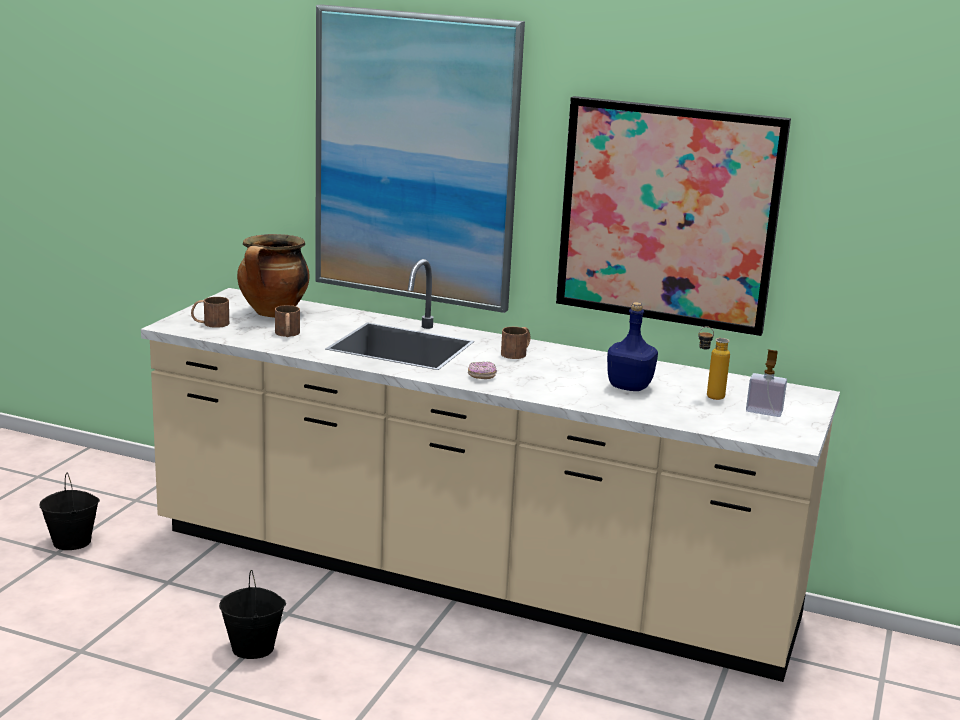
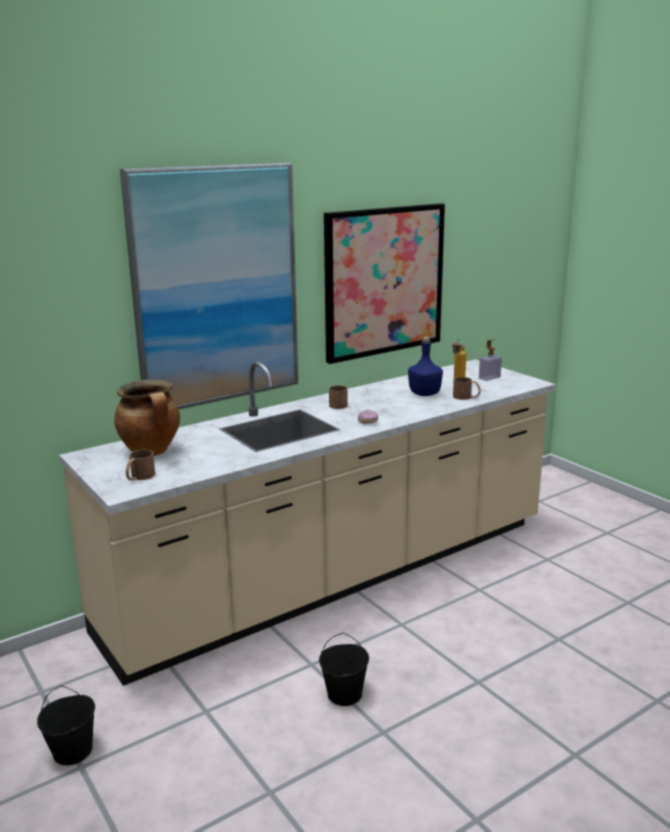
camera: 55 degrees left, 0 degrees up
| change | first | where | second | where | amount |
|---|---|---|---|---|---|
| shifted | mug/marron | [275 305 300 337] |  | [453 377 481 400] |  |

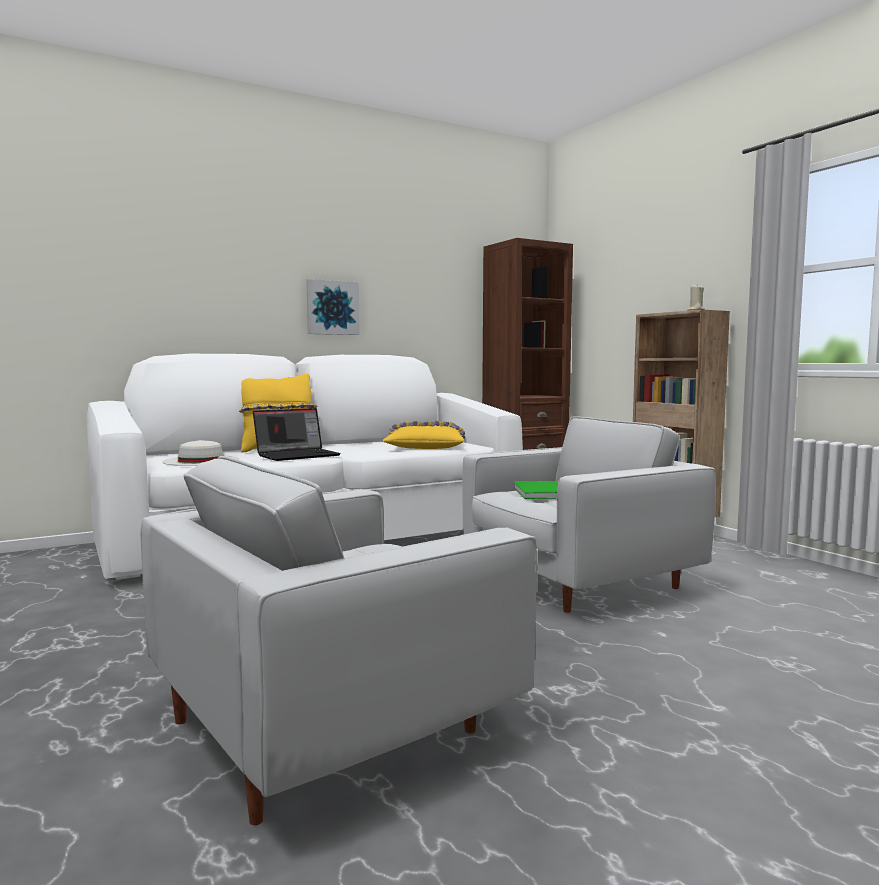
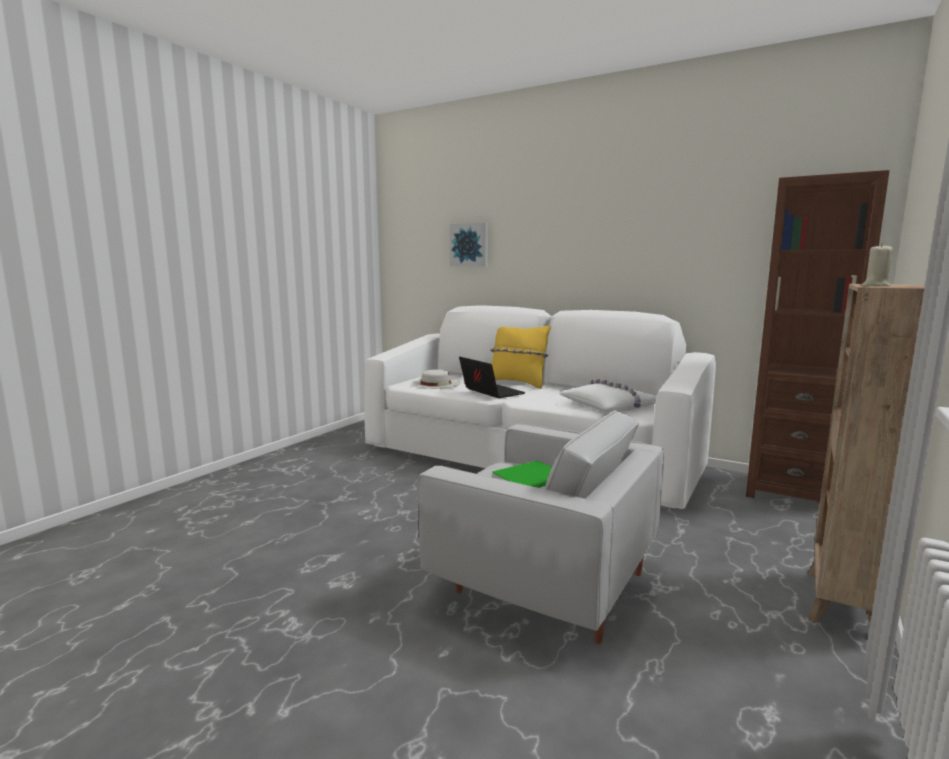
camera: 60 degrees right, 5 degrees up
| change | first | where | second | where | amount |
|---|---|---|---|---|---|
| gone | fauteuil/blanc | [140 456 537 825] |  |  |  |
| shifted | tableau | [307 279 360 335] |  | [449 222 488 266] |  |
| repainted | coussin/jaune | [382 421 465 449] | coussin/blanc | [559 379 657 412] |  |
| rotated | ordinateur portable | [253 408 341 461] |  | [459 357 525 398] | 150 degrees counterclockwise |

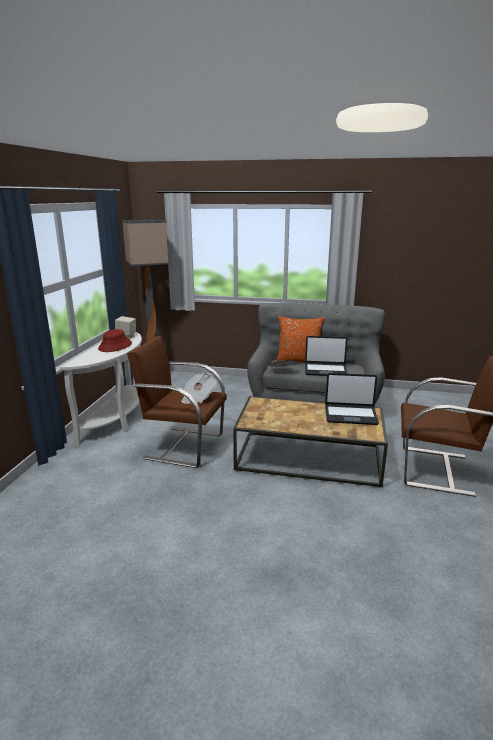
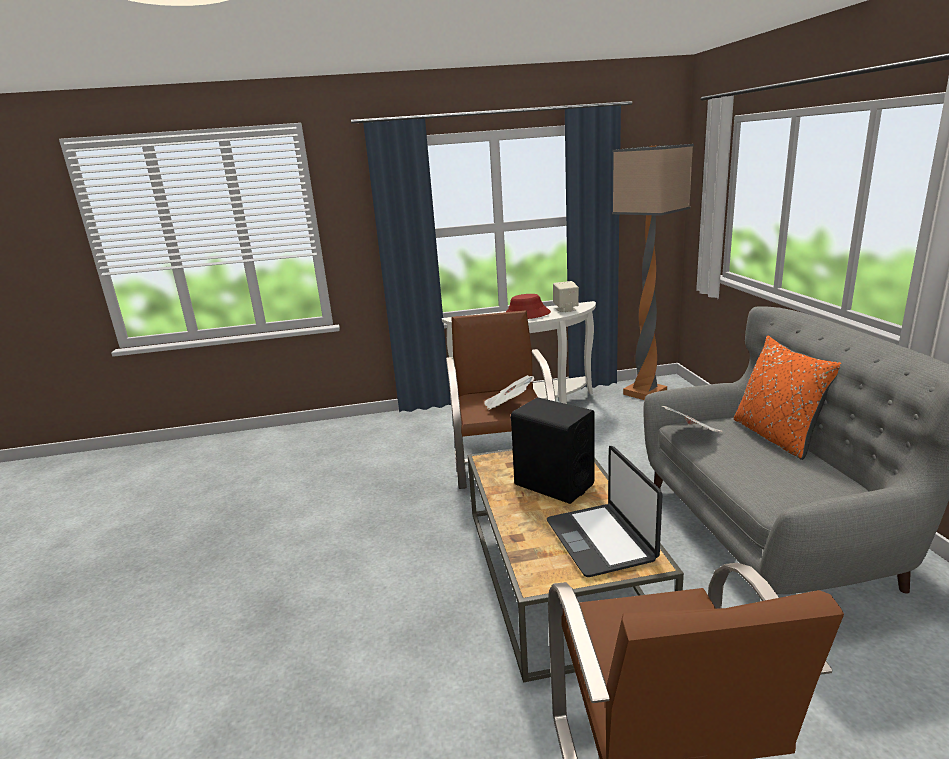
camera: 70 degrees right, 0 degrees up
| change | first | where | second | where | amount |
|---|---|---|---|---|---|
| gone | ordinateur portable | [305 336 347 376] |  |  |  |
| new |  |  | enceinte/noir | [510 397 595 504] |  |

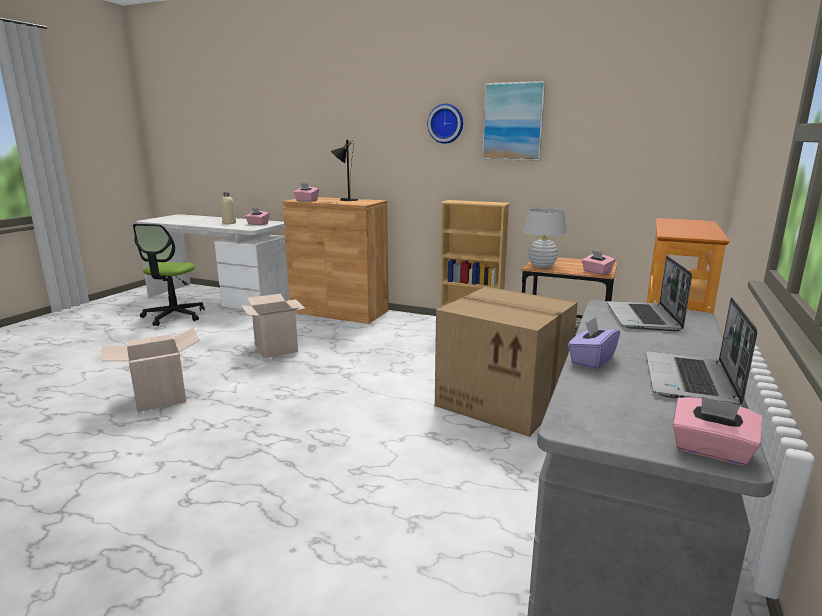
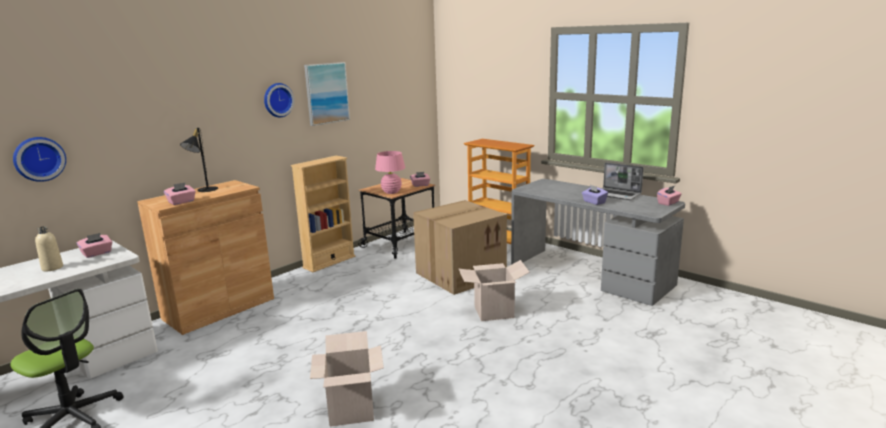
camera: 70 degrees left, 0 degrees up
| change | first | where | second | where | amount |
|---|---|---|---|---|---|
| gone | ordinateur portable | [607 256 692 331] |  |  |  |
| new |  |  | horloge murale | [13 137 66 182] |  |
| shifted | carton | [241 294 305 358] |  | [459 260 530 321] |  |
| repainted | lampe de table/blanc | [523 208 567 268] | lampe de table/rose | [375 151 405 194] |  |

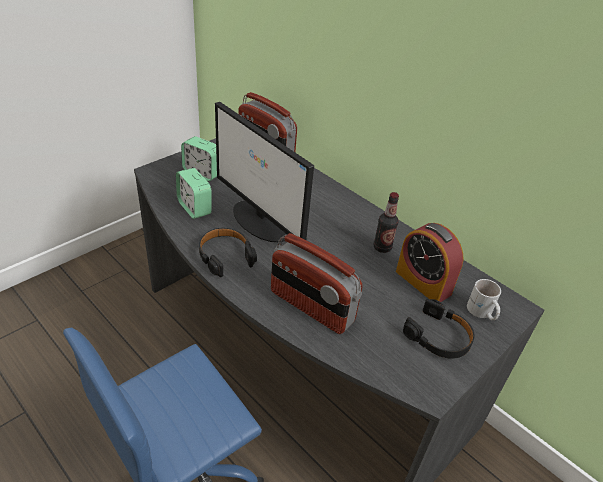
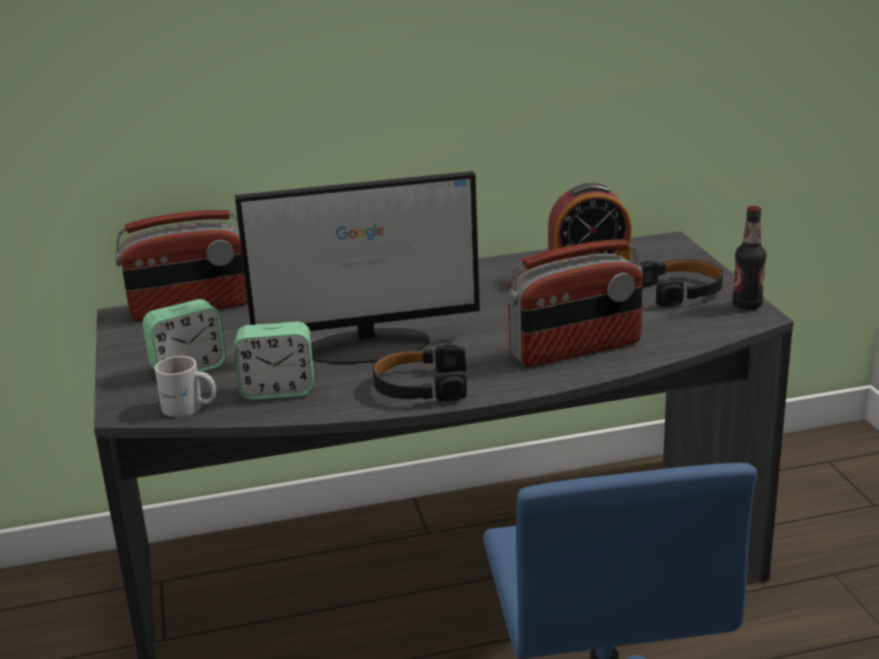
camera: 55 degrees left, 15 degrees down
| change | first | where | second | where | amount |
|---|---|---|---|---|---|
| shifted | bouteille | [373 192 399 253] |  | [732 206 767 309] |  |
| shifted | mug/blanc | [467 279 501 320] |  | [155 356 216 417] |  |

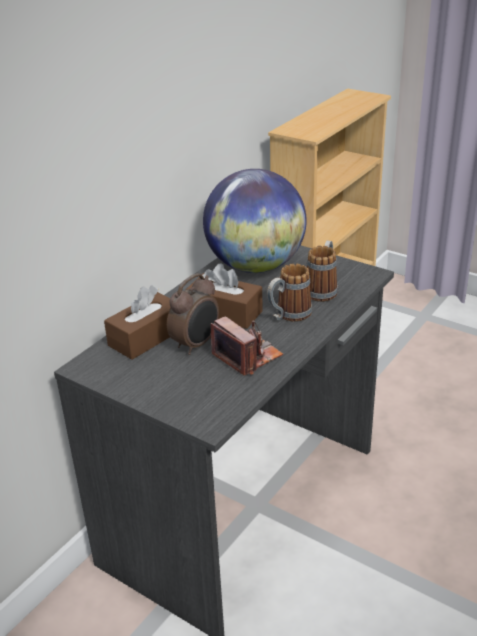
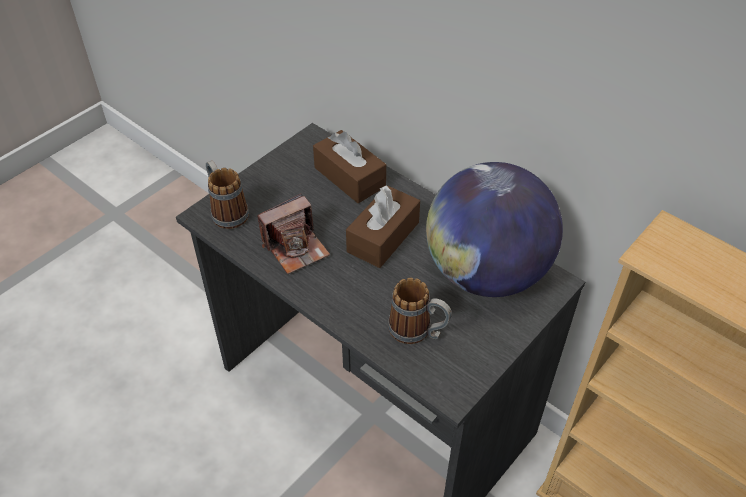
camera: 95 degrees right, 15 degrees up
| change | first | where | second | where | amount |
|---|---|---|---|---|---|
| gone | réveil | [167 273 219 355] |  |  |  |
| shifted | mug | [267 264 312 322] |  | [206 160 249 229] |  |

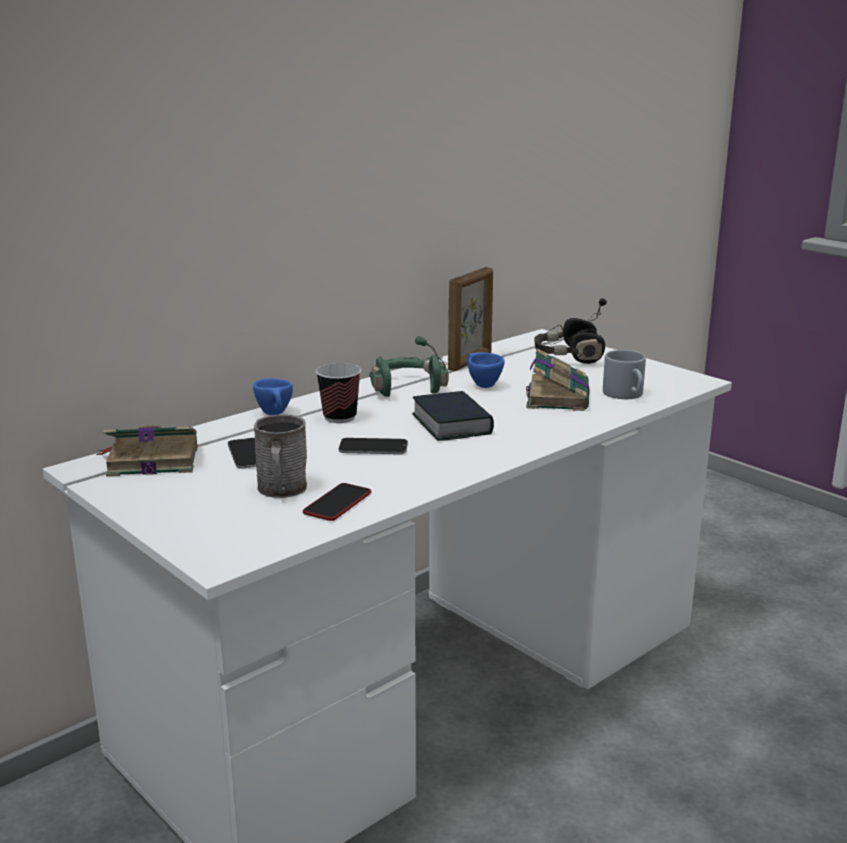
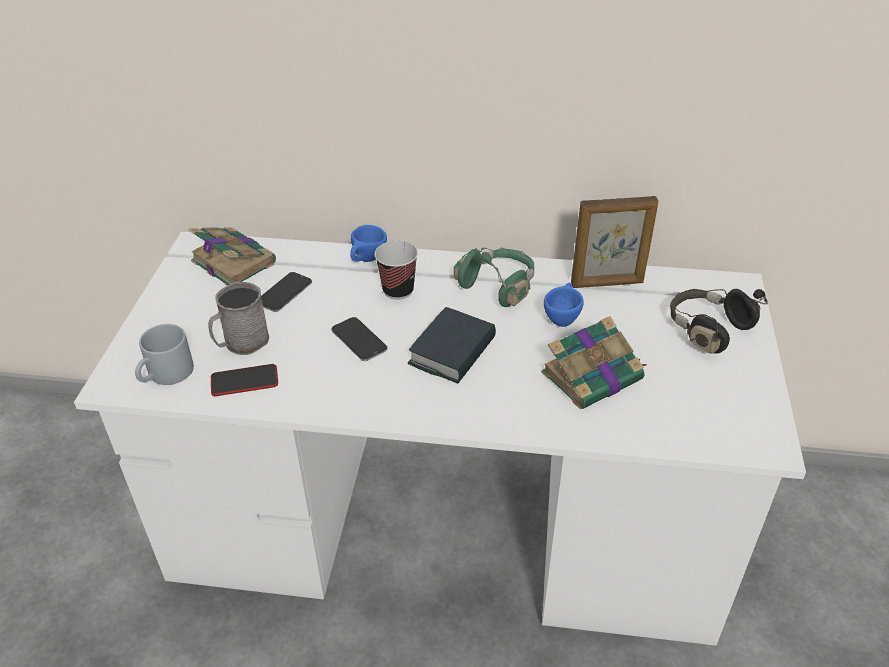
camera: 50 degrees right, 20 degrees up
| change | first | where | second | where | amount |
|---|---|---|---|---|---|
| shifted | mug/gris | [603 350 646 399] |  | [135 324 194 385] |  |

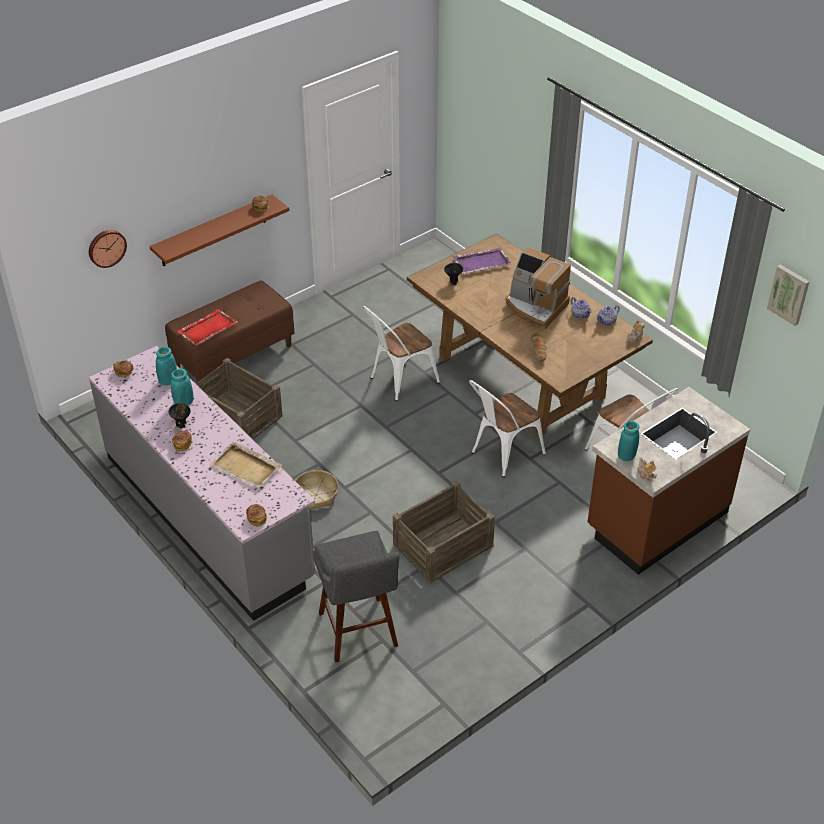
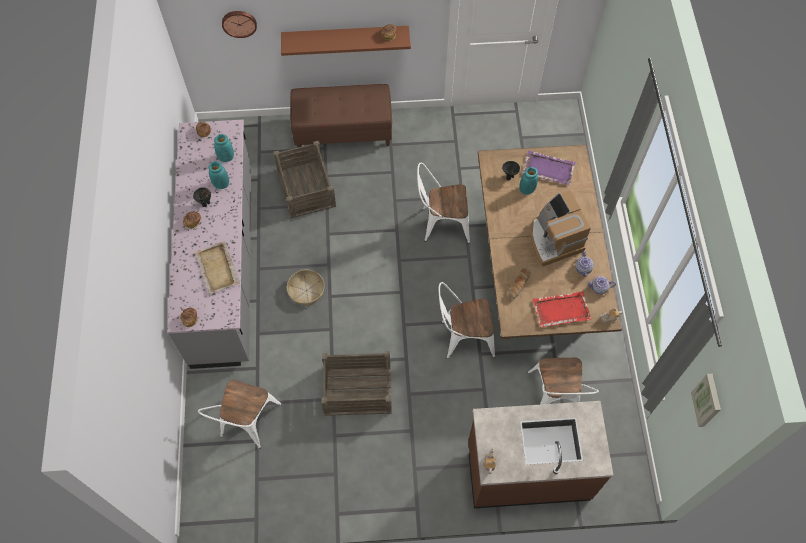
camera: 35 degrees right, 20 degrees up
| change | first | where | second | where | amount |
|---|---|---|---|---|---|
| shifted | plateau/rouge | [177 309 238 346] |  | [533 291 591 328] |  |
| shifted | vase/turquoise | [618 421 639 461] |  | [519 167 538 195] |  |
| swapped | tabouret/gris | [313 531 399 663] | chaise/blanc | [198 380 282 449] |  |

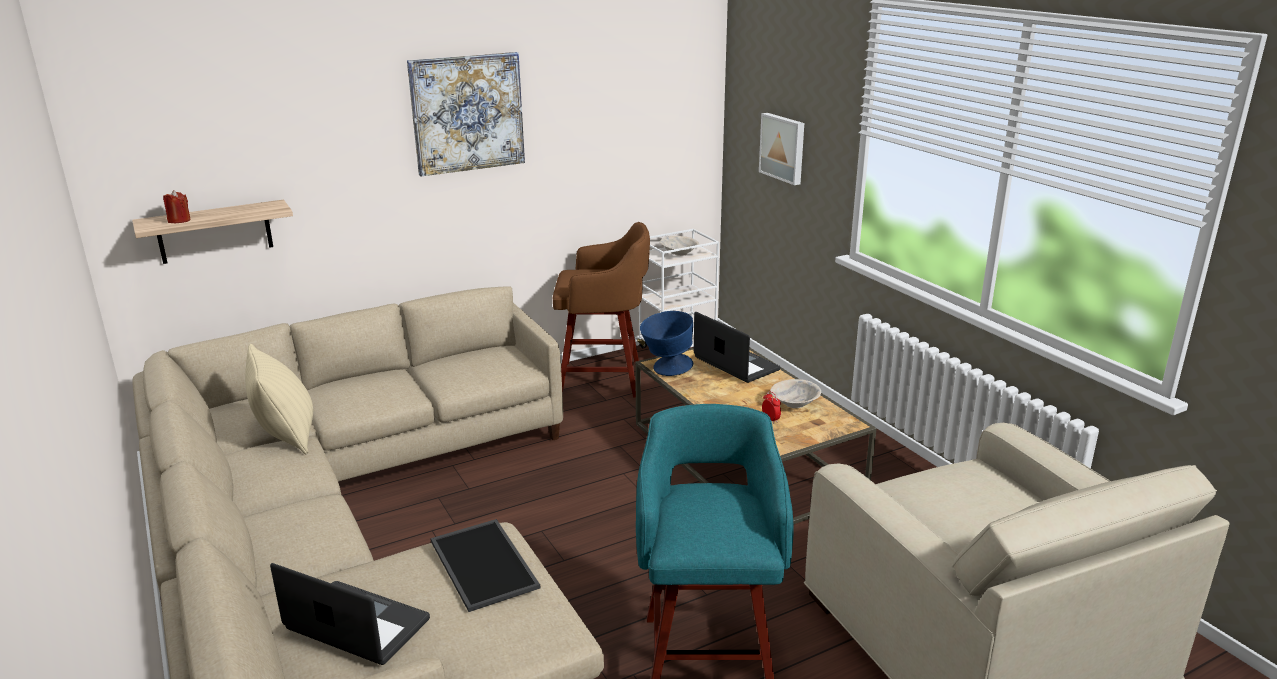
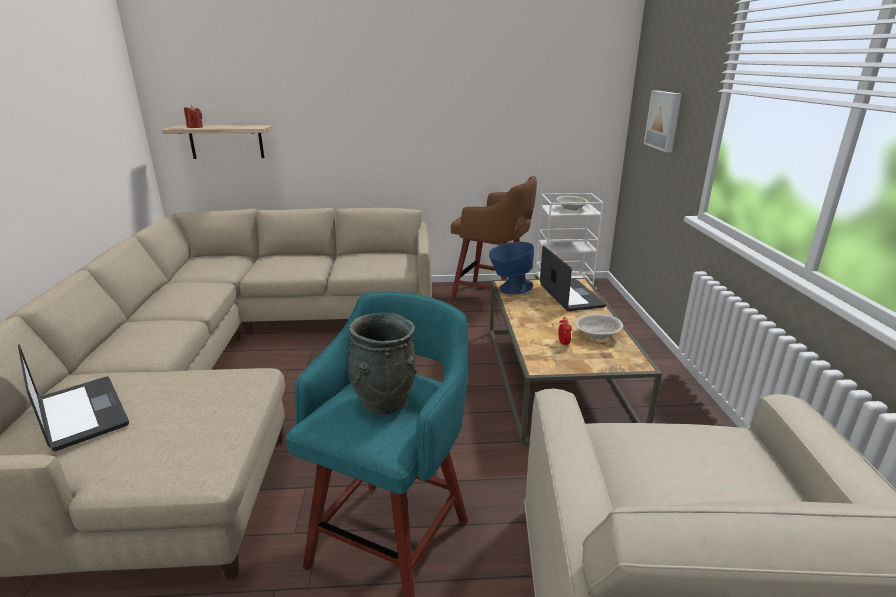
camera: 25 degrees right, 0 degrees up
| change | first | where | second | where | amount |
|---|---|---|---|---|---|
| gone | coussin/beige | [245 344 313 455] |  |  |  |
| gone | tableau | [407 52 525 176] |  |  |  |
| gone | plateau | [430 519 540 612] |  |  |  |
| new |  |  | vase/gris | [349 313 417 415] |  |

